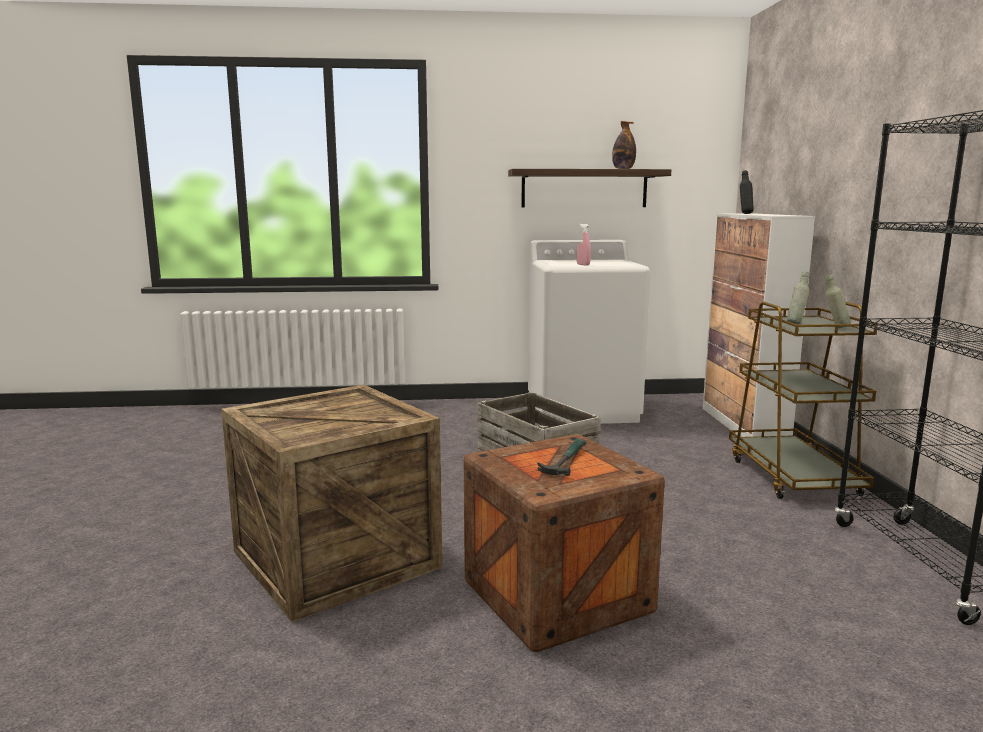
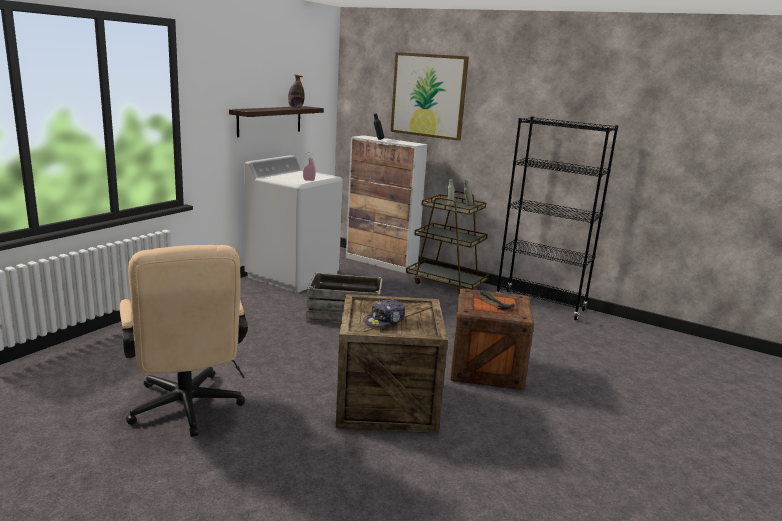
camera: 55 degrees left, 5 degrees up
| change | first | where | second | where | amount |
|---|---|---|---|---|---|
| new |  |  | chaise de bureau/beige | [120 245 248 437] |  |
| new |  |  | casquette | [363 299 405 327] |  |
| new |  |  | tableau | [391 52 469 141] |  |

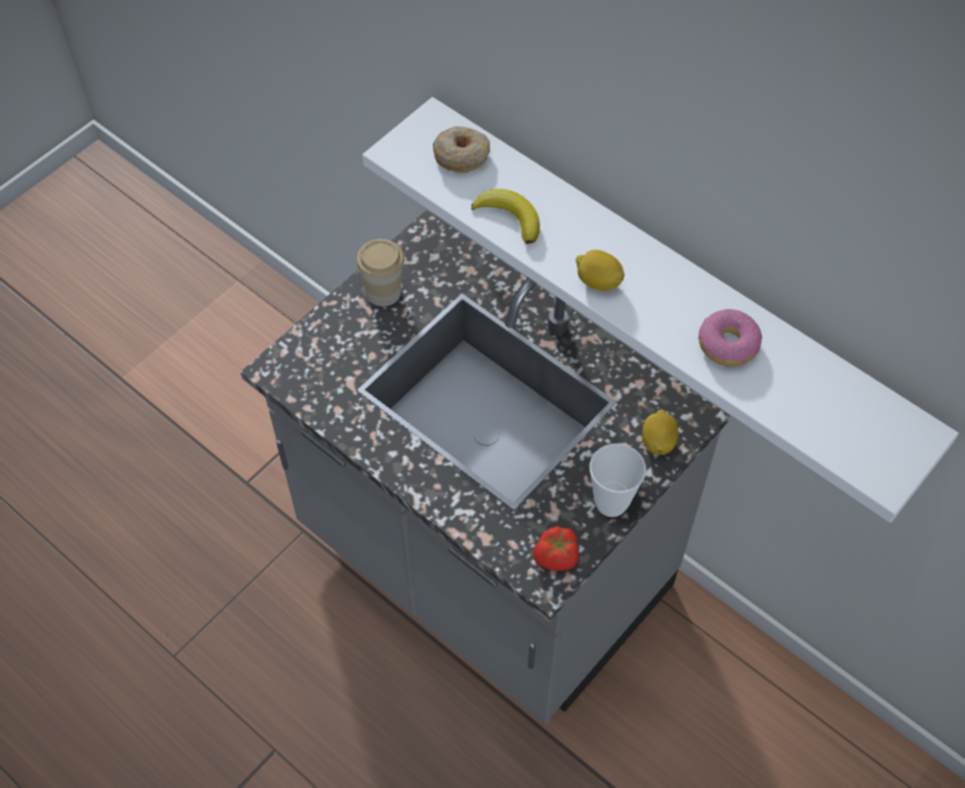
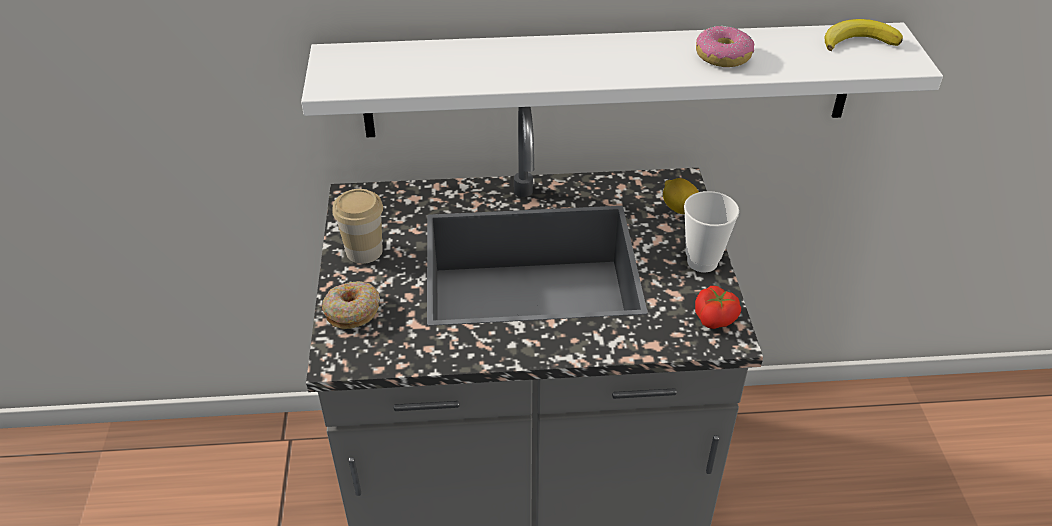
camera: 45 degrees left, 15 degrees down
| change | first | where | second | where | amount |
|---|---|---|---|---|---|
| gone | citron | [576 250 624 291] |  |  |  |
| shifted | beignet | [433 126 490 173] |  | [322 281 380 329] |  |
| shifted | banane | [471 189 540 244] |  | [825 19 903 51] |  |

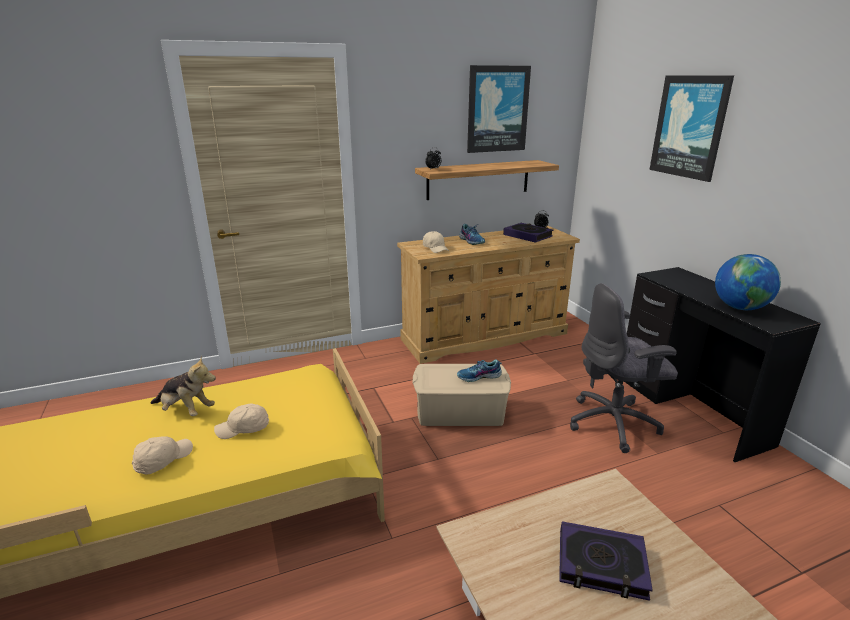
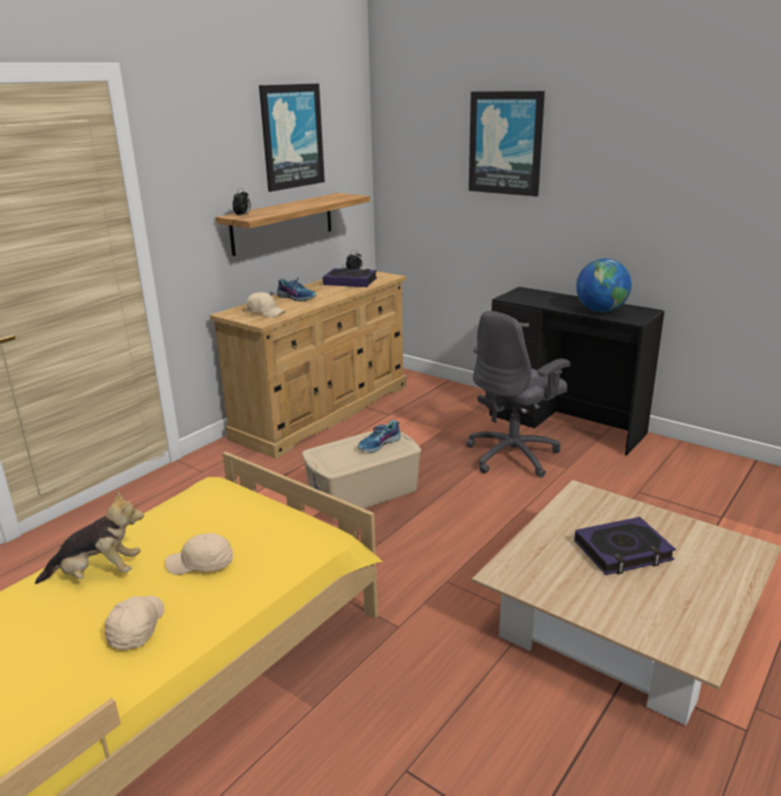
camera: 30 degrees left, 0 degrees up
| change | first | where | second | where | amount |
|---|---|---|---|---|---|
| rotated | casquette/beige | [214 404 269 439] |  | [165 533 233 575] | 45 degrees clockwise |

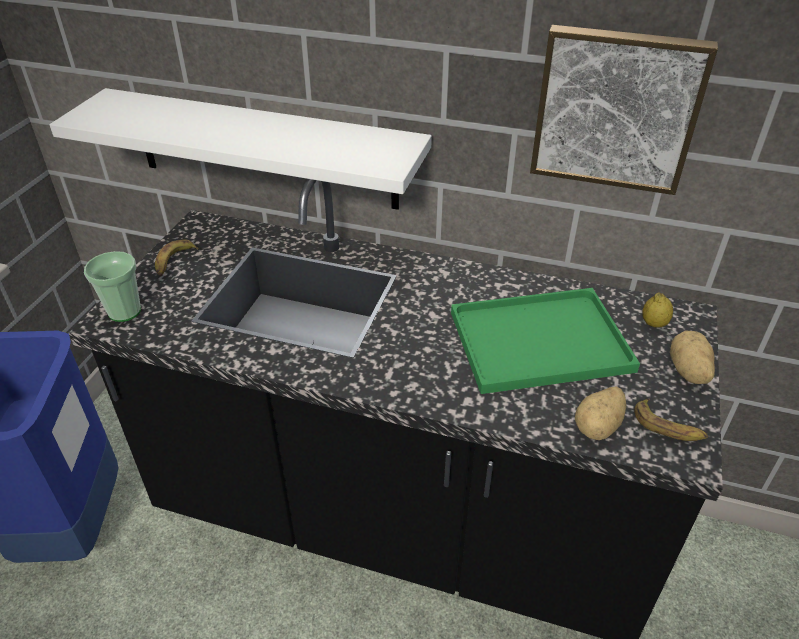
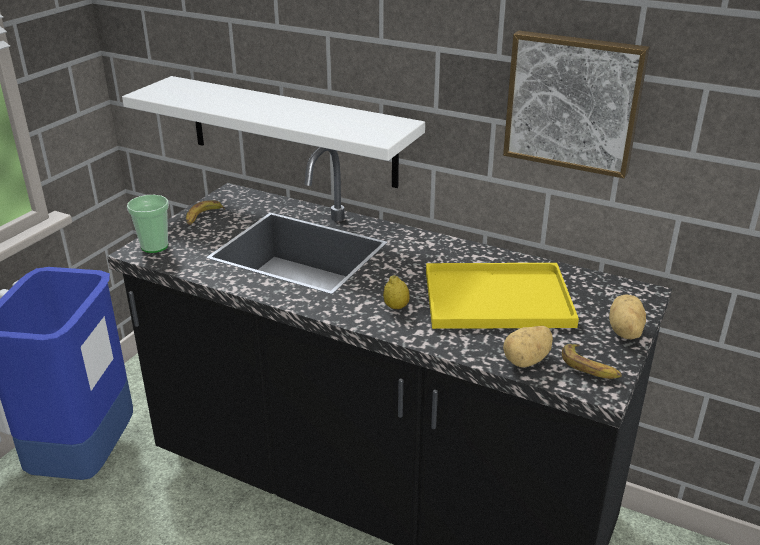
camera: 10 degrees right, 10 degrees down
| change | first | where | second | where | amount |
|---|---|---|---|---|---|
| shifted | citron | [642 293 673 328] |  | [383 275 410 309] |  |
| repainted | plateau/vert | [451 288 640 394] | plateau/jaune | [426 263 579 329] |  |

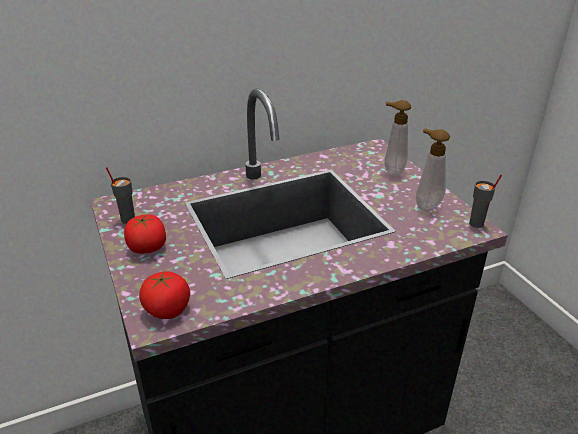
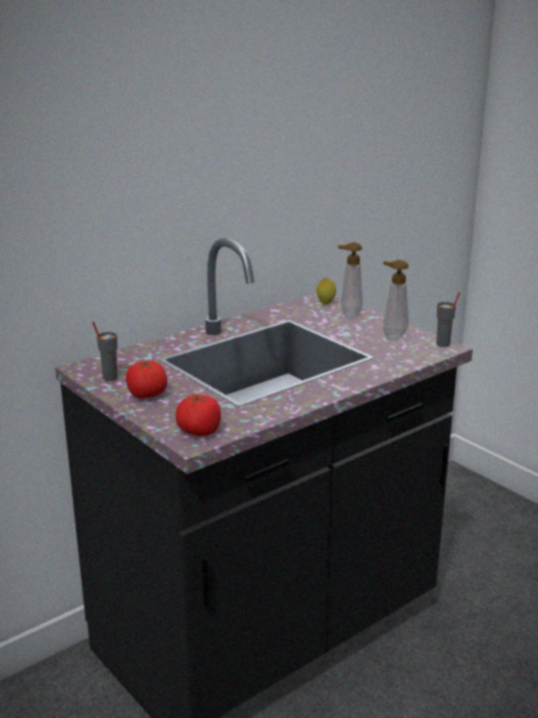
camera: 15 degrees left, 10 degrees down
| change | first | where | second | where | amount |
|---|---|---|---|---|---|
| new |  |  | citron | [317 277 336 305] |  |

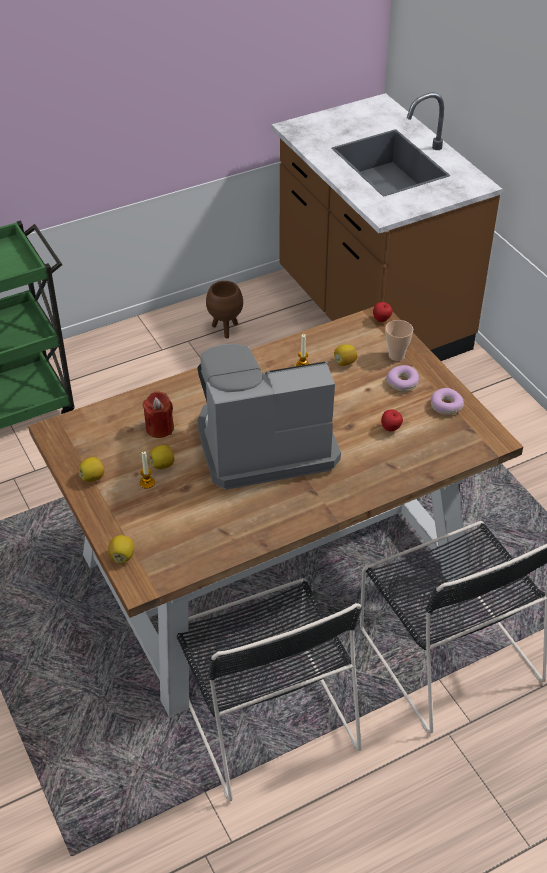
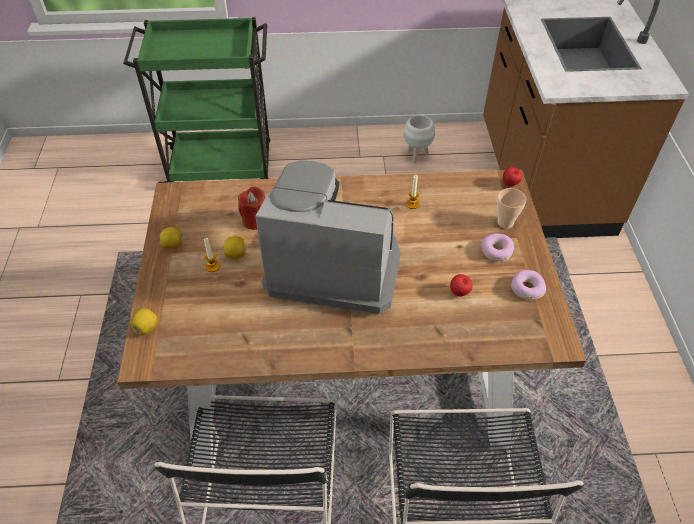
camera: 25 degrees right, 5 degrees up
| change | first | where | second | where | amount |
|---|---|---|---|---|---|
| gone | citron | [334 344 358 366] |  |  |  |
| repainted | cache-pot/marron | [206 281 243 339] | cache-pot/blanc | [404 115 435 163] |  |

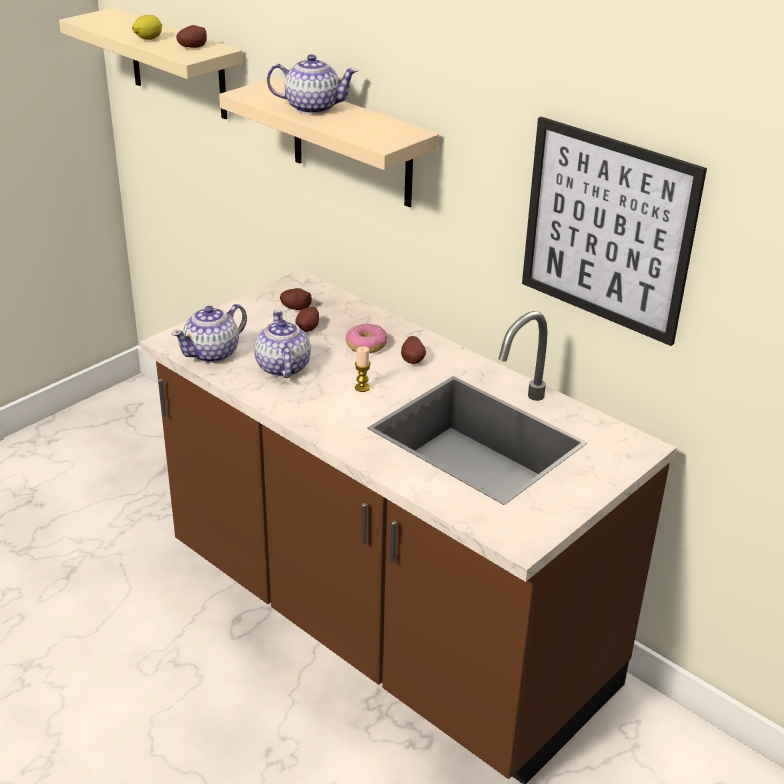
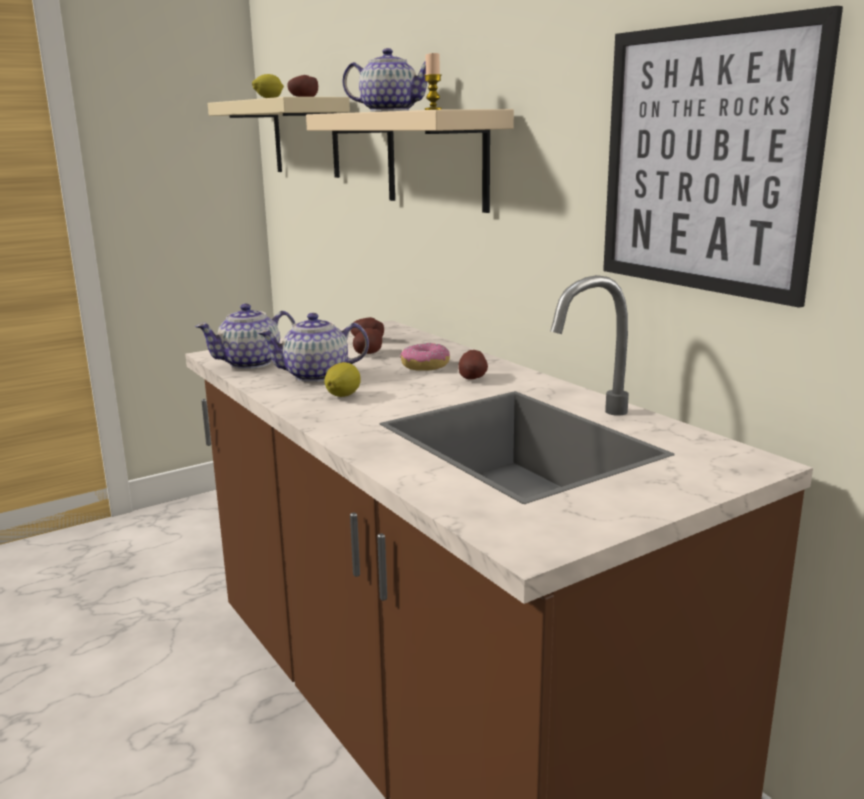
camera: 15 degrees right, 15 degrees down
| change | first | where | second | where | amount |
|---|---|---|---|---|---|
| new |  |  | citron | [324 362 360 397] |  |
| shifted | bougie | [355 347 371 392] |  | [424 53 442 110] |  |
| rotated | théière | [254 310 311 378] |  | [258 313 369 382] | 105 degrees counterclockwise |

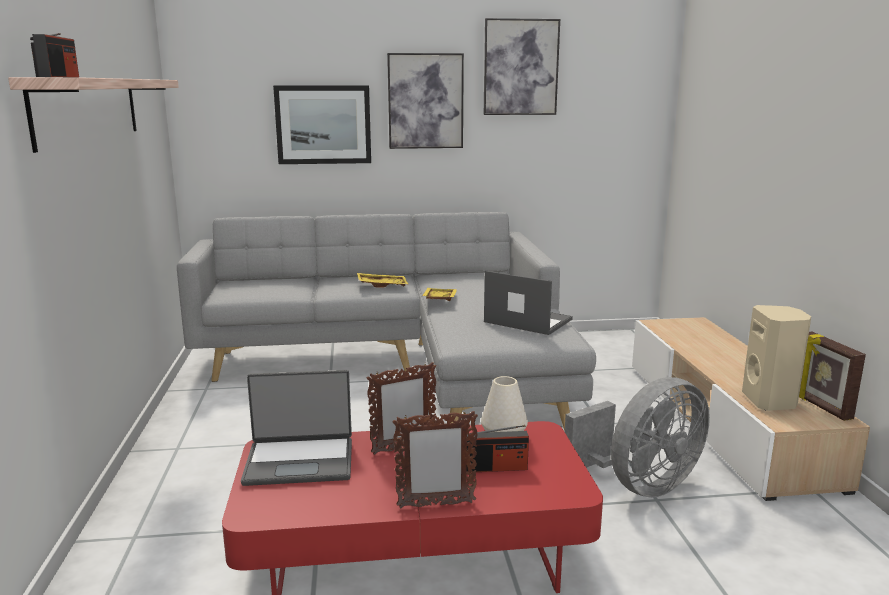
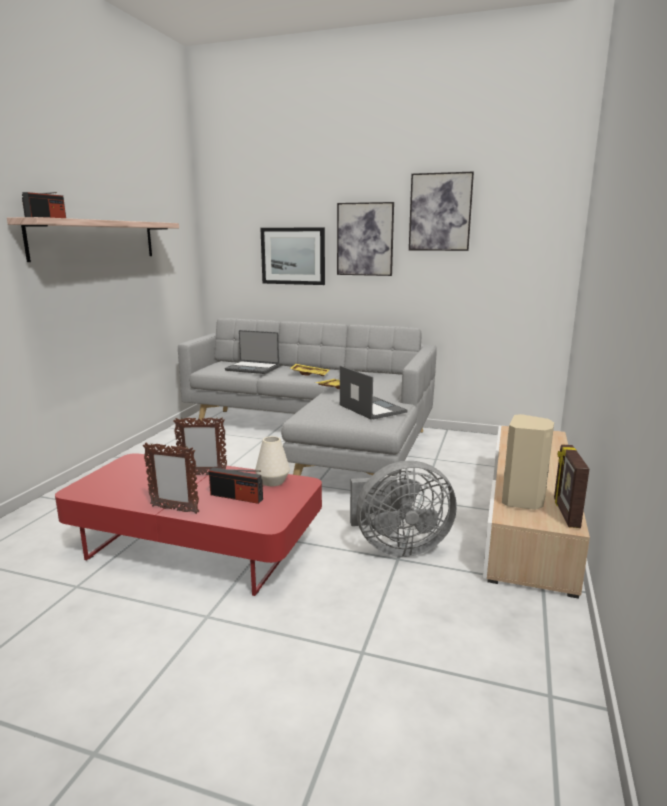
camera: 25 degrees right, 0 degrees up
| change | first | where | second | where | amount |
|---|---|---|---|---|---|
| shifted | ordinateur portable | [241 370 352 486] |  | [225 330 279 374] |  |

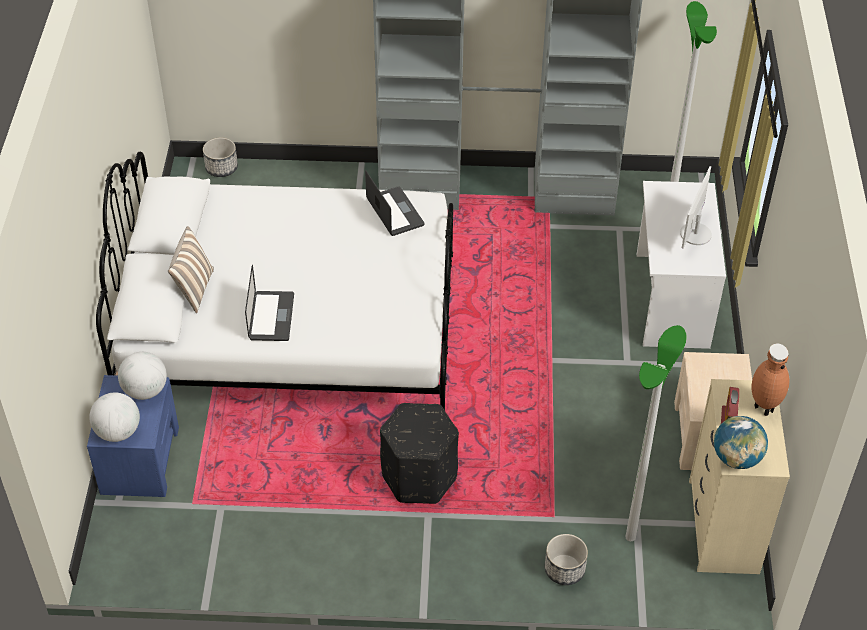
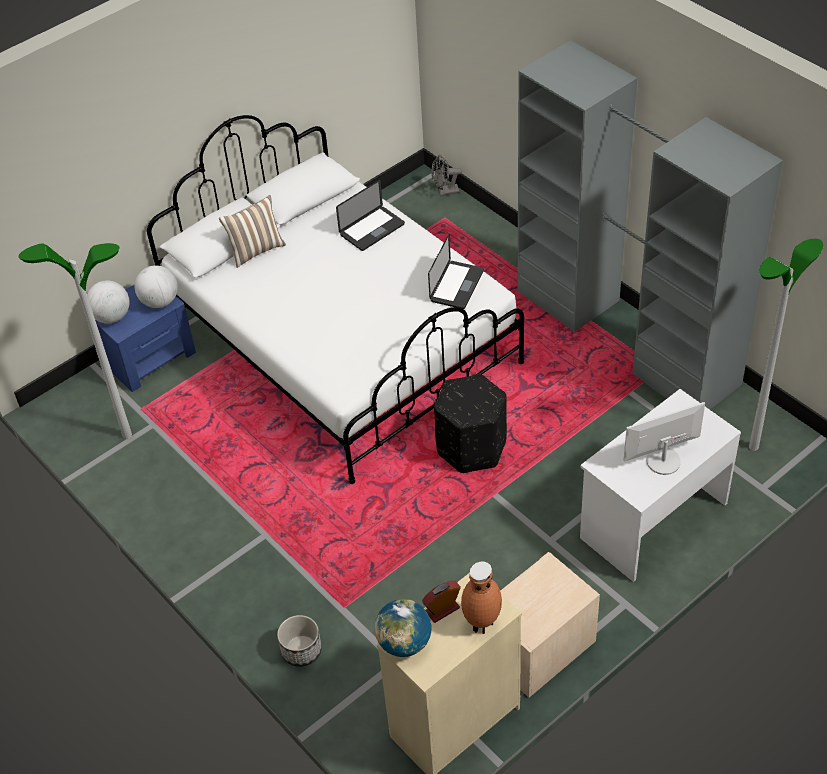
camera: 50 degrees right, 0 degrees up
| change | first | where | second | where | amount |
|---|---|---|---|---|---|
| shifted | ordinateur portable | [245 265 294 341] |  | [336 180 405 251] |  |
| shifted | pouf/noir | [380 403 459 504] |  | [434 374 507 473] |  |
| shifted | lampadaire | [625 325 687 541] |  | [18 243 132 439] |  |
| swapped | cache-pot | [203 137 238 177] | ventilateur/gris | [432 155 462 196] |  |

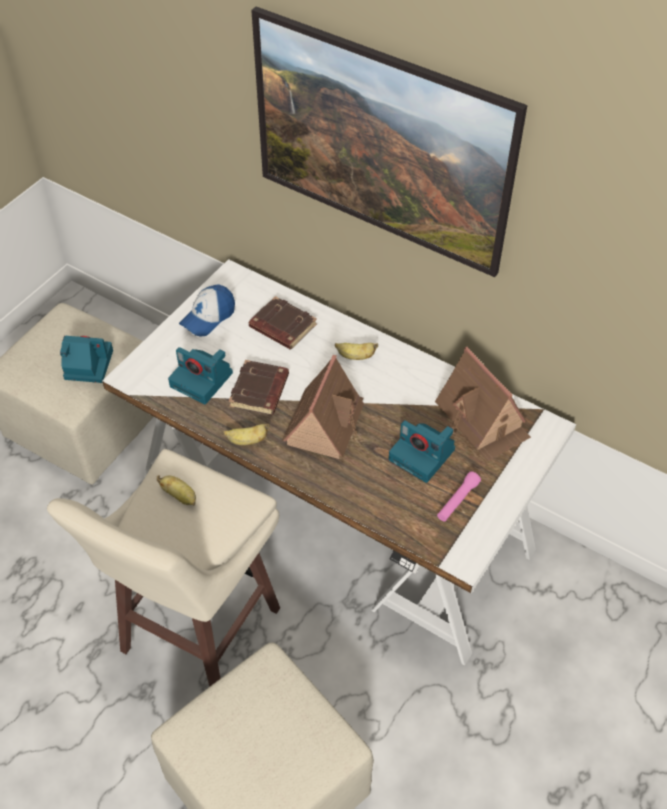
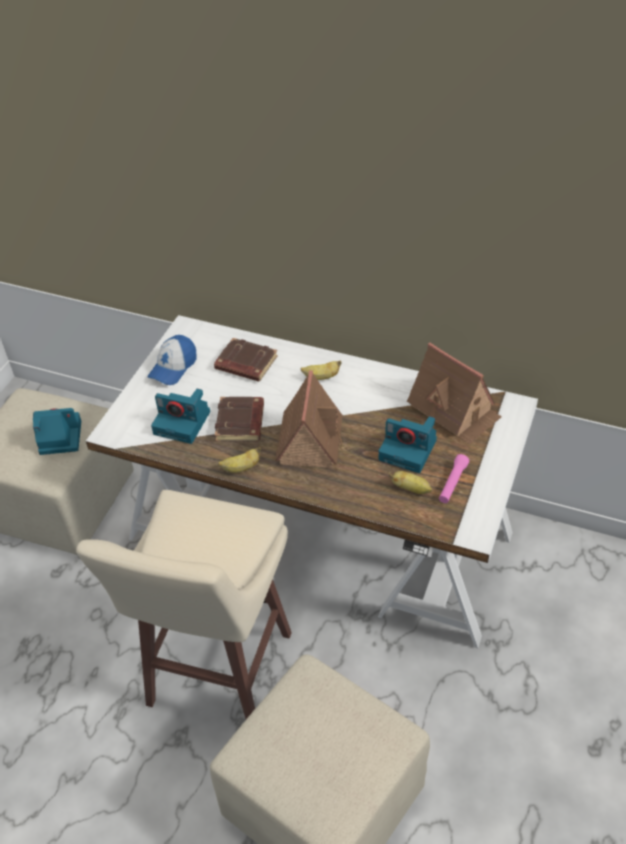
camera: 10 degrees left, 5 degrees down
| change | first | where | second | where | amount |
|---|---|---|---|---|---|
| gone | tableau | [251 6 527 277] |  |  |  |
| shifted | banane | [157 475 196 505] |  | [389 471 433 494] |  |

